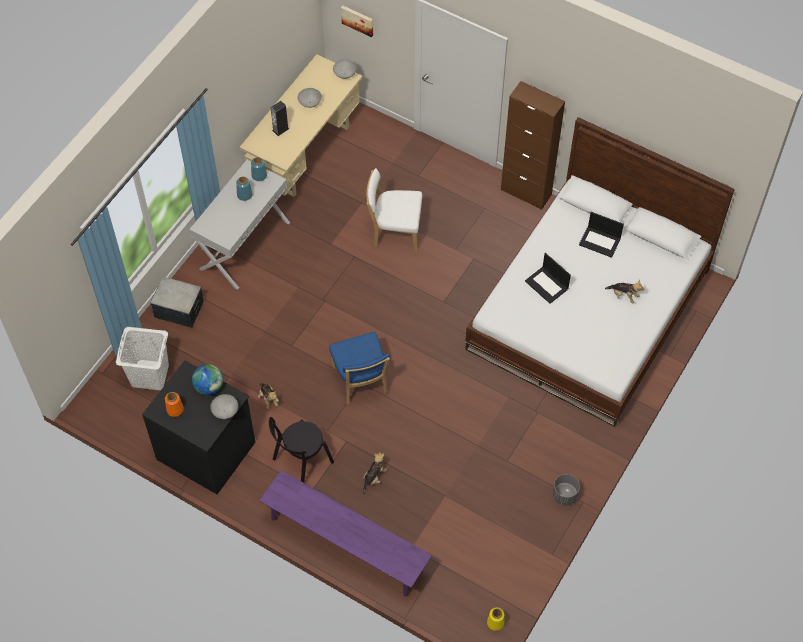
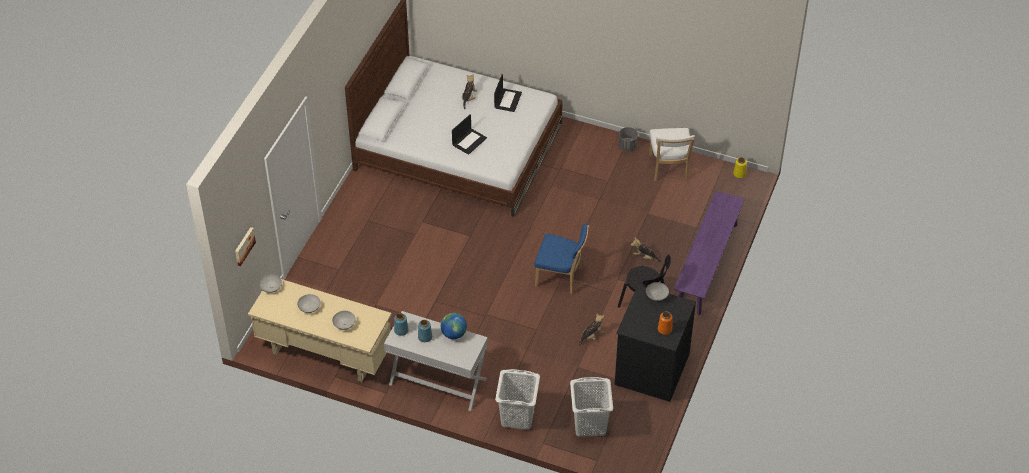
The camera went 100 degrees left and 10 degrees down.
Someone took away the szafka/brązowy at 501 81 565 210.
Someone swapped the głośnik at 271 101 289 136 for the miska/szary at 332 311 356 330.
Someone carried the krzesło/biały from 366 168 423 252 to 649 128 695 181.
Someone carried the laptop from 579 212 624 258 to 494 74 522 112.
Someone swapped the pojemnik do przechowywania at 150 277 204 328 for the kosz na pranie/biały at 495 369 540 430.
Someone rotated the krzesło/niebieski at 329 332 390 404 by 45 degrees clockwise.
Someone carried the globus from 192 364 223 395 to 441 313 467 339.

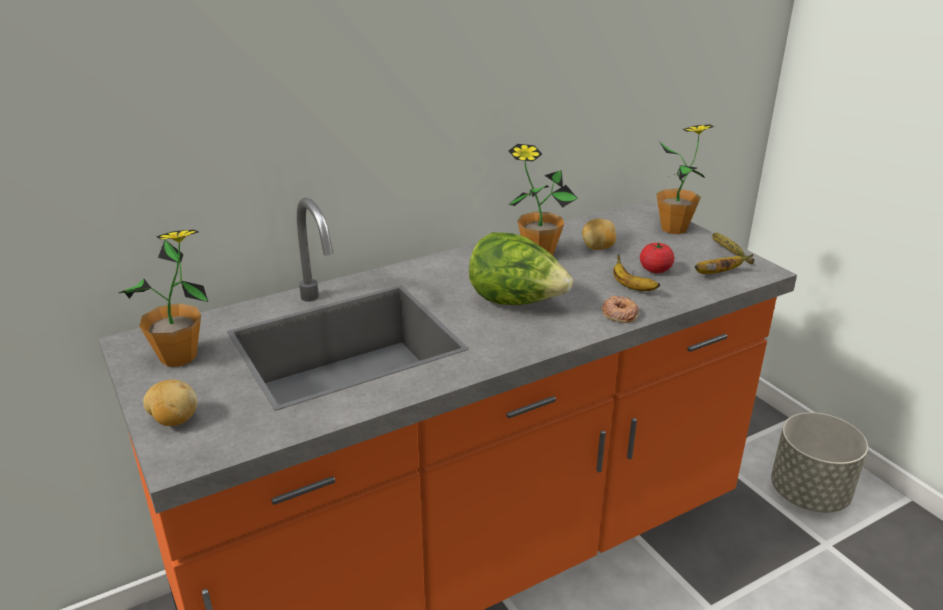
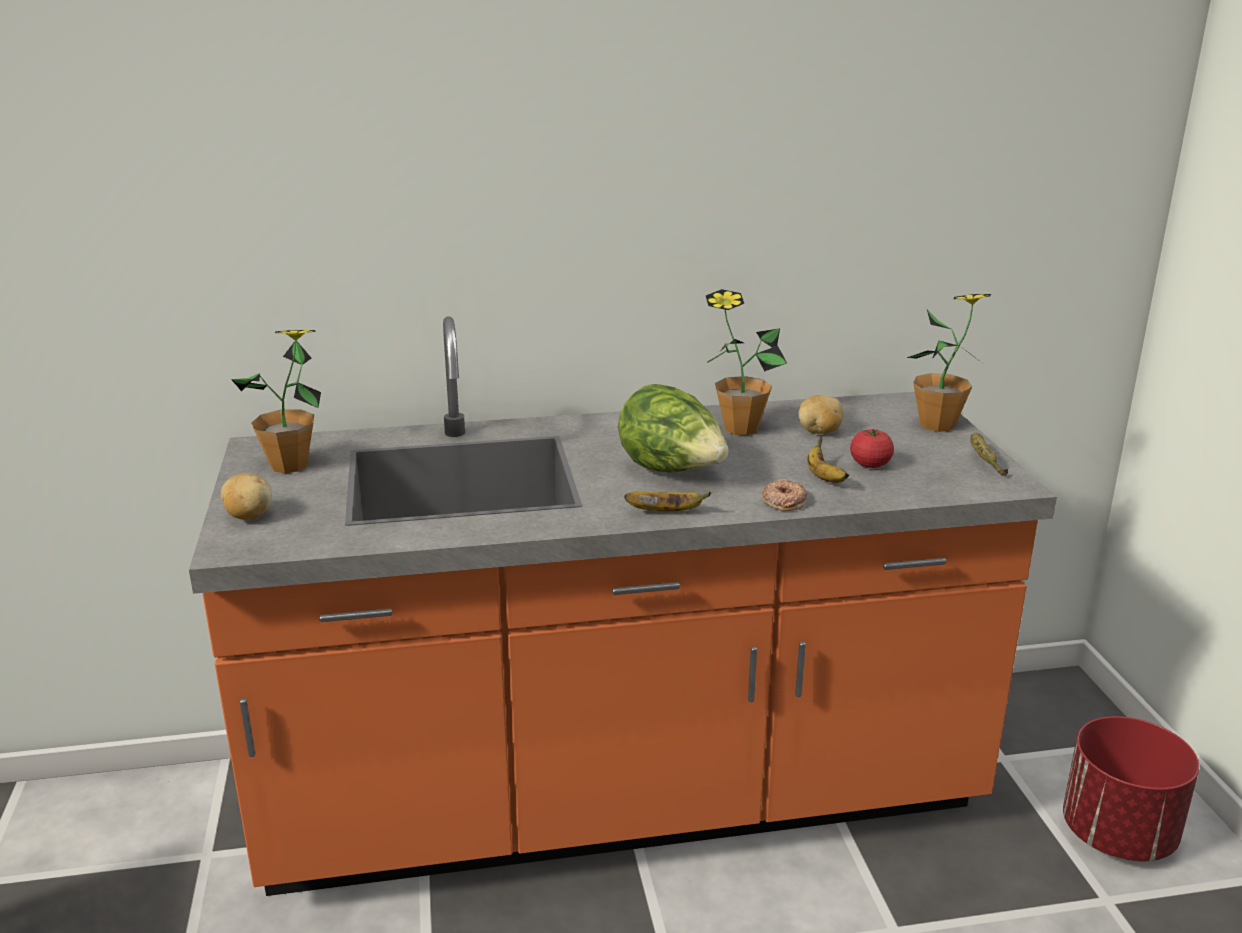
The camera went 20 degrees right and 5 degrees down.
Someone carried the banan from 695 254 753 274 to 624 491 711 511.
Someone repainted the donica/szary at 771 412 868 513, which became the donica/czerwony at 1063 716 1199 861.

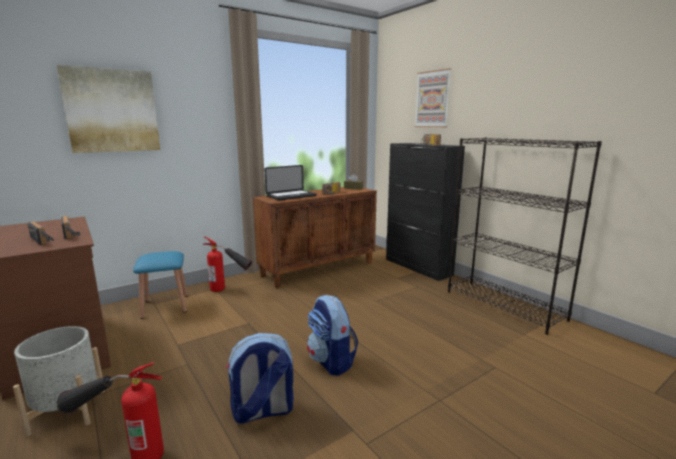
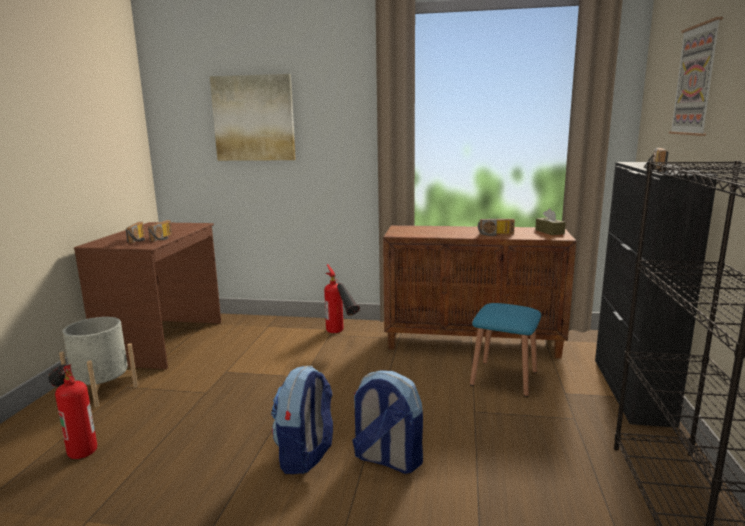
The camera went 45 degrees right and 0 degrees up.
Someone took away the laptop at 264 165 317 201.
Someone carried the stołek/niebieski from 133 251 188 319 to 470 303 541 397.
Someone carried the plecak from 226 333 294 424 to 352 370 423 474.

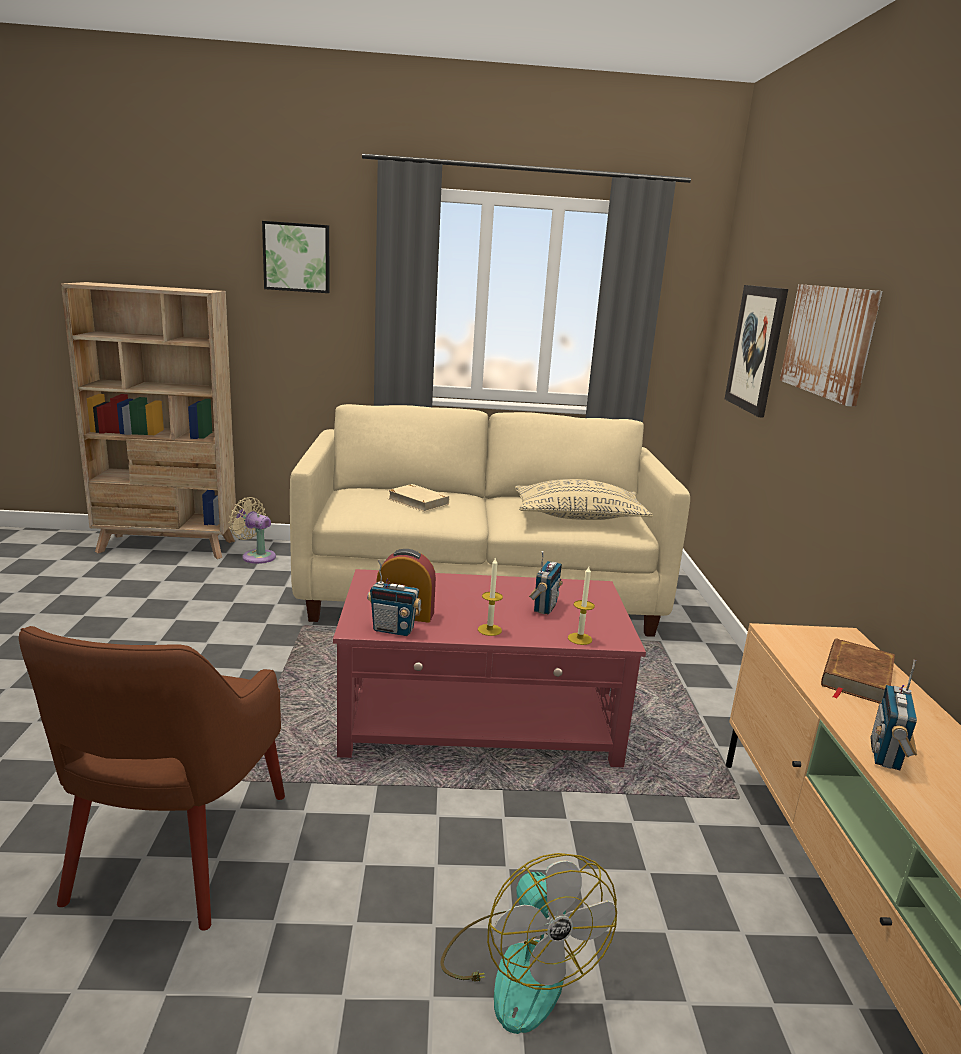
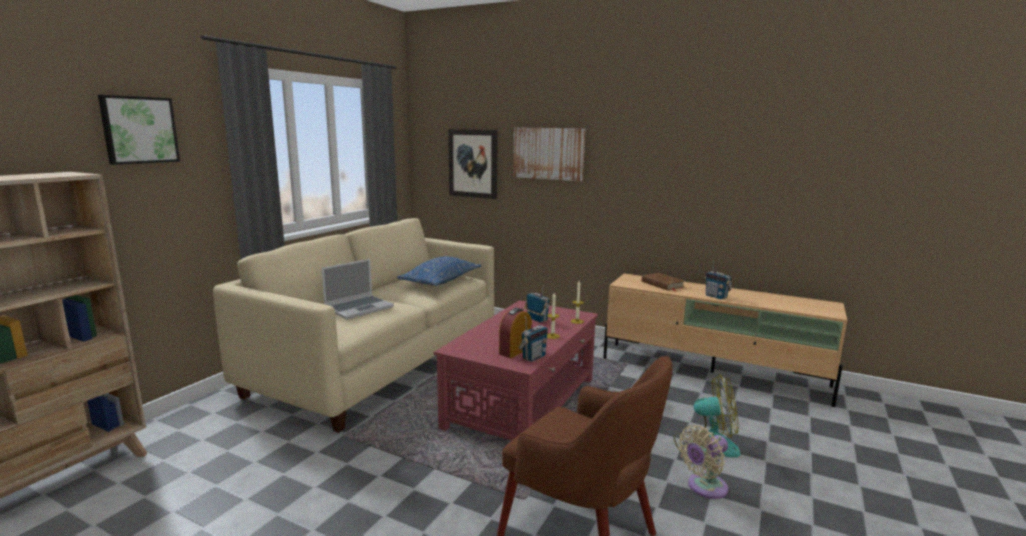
The camera went 60 degrees left and 5 degrees down.
Someone repainted the poduszka/beżowy at 515 479 653 520, which became the poduszka/niebieski at 397 257 481 286.
Someone swapped the książka/beżowy at 388 484 449 512 for the laptop at 321 259 394 320.
Someone carried the wentylator/beżowy from 229 497 276 564 to 678 425 728 499.

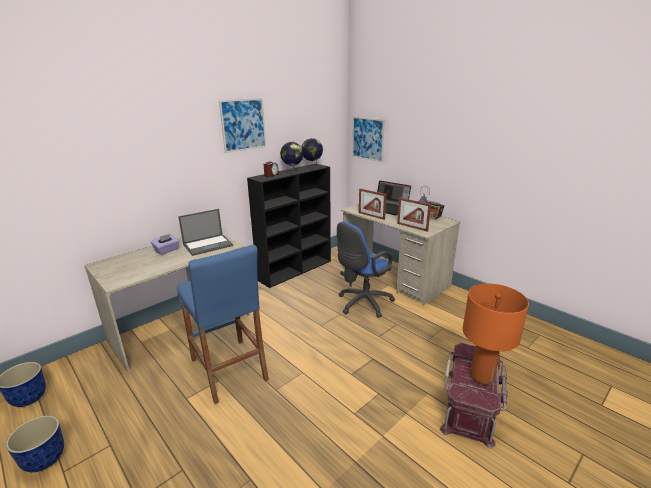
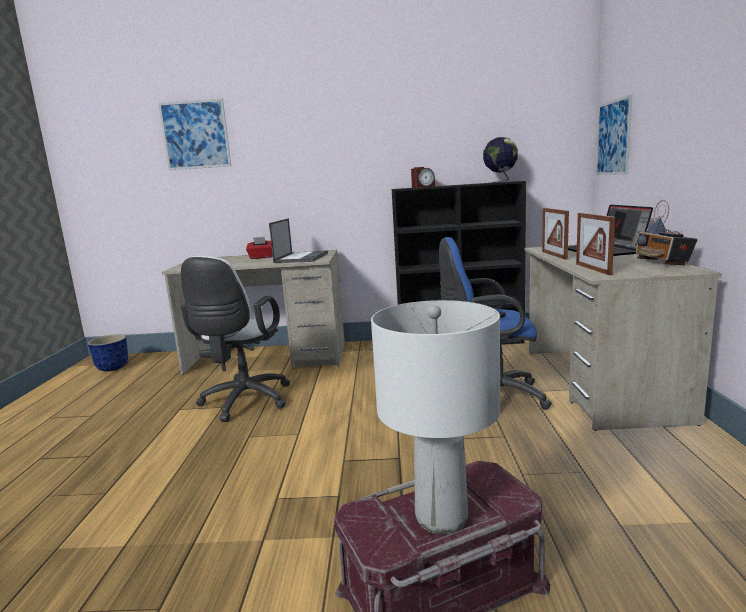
The camera went 45 degrees right and 10 degrees down.
Someone carried the obraz from 219 98 266 153 to 158 99 231 170.
Someone took away the globus at 280 142 304 174.
Someone rotated the laptop at 178 209 233 256 by 90 degrees counterclockwise.
Someone repainted the pudełko chusteczek/fioletowy at 151 234 179 255, which became the pudełko chusteczek/czerwony at 246 237 272 259.
Someone swapped the stołek/niebieski at 177 245 269 404 for the krzesło biurowe/biały at 181 256 290 422.
Someone repainted the lampa stołowa/pomarańczowy at 463 283 529 385, which became the lampa stołowa/biały at 371 300 500 534.
Someone took away the donica at 6 415 64 472.

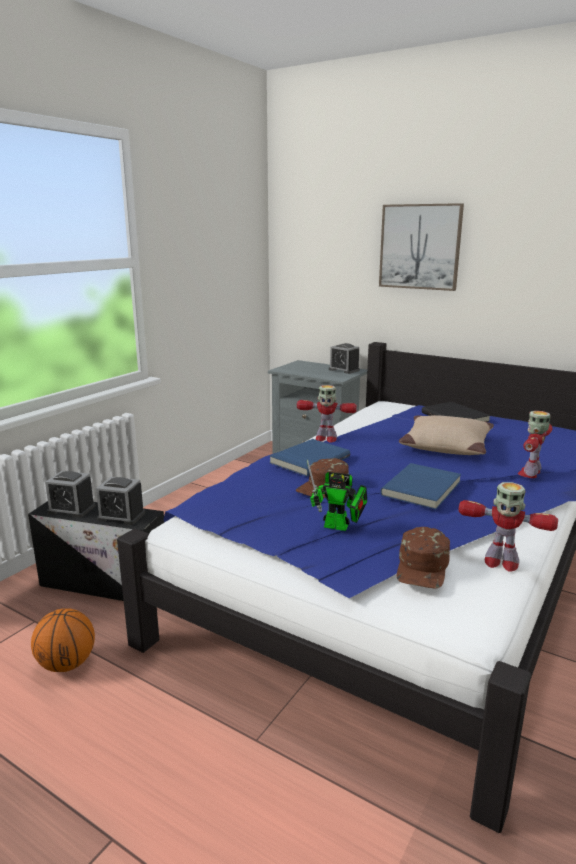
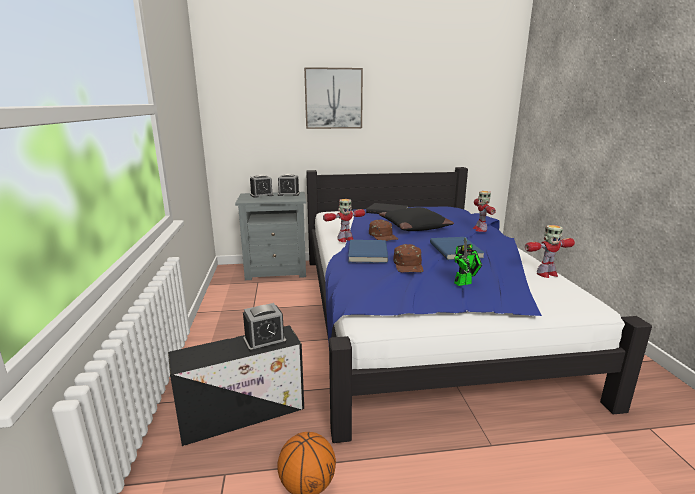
The camera went 40 degrees left and 0 degrees up.
Someone repainted the poduszka/beżowy at 399 415 494 455, which became the poduszka/czarny at 379 207 454 231.
Someone carried the budzik from 45 471 96 518 to 250 175 274 198.
Someone carried the czapka z daszkiem/brązowy from 397 527 450 589 to 369 219 398 241.

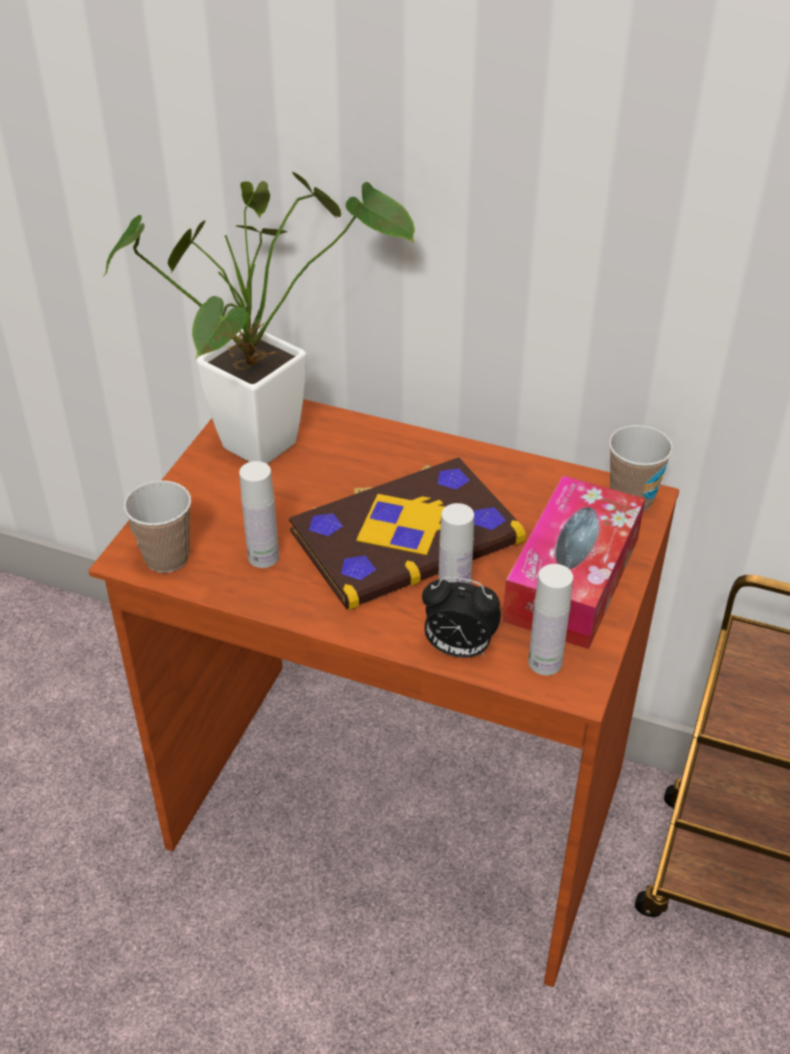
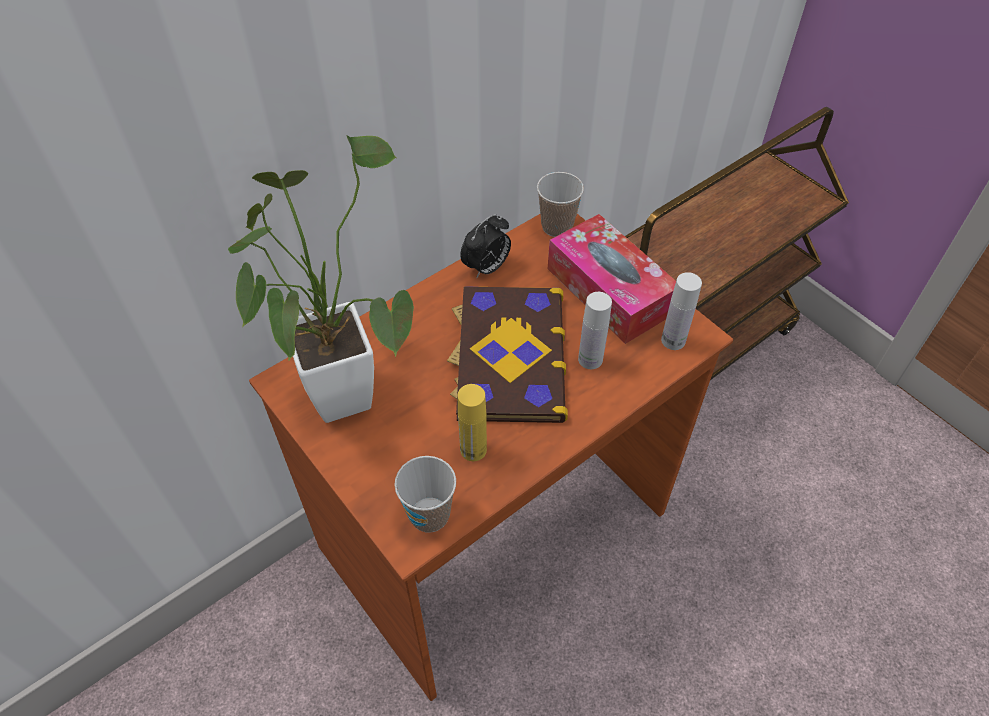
The camera went 60 degrees left and 10 degrees up.
Someone repainted the butelka/biały at 239 461 279 568, which became the butelka/żółty at 458 384 487 461.
Someone carried the budzik from 422 577 501 657 to 460 214 511 279.

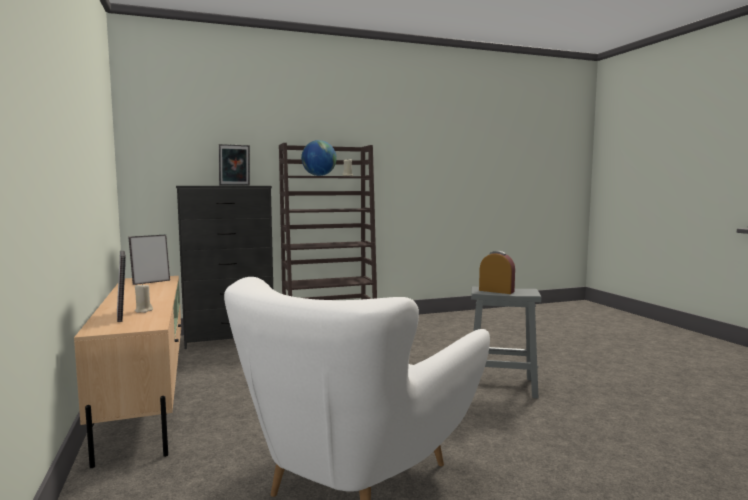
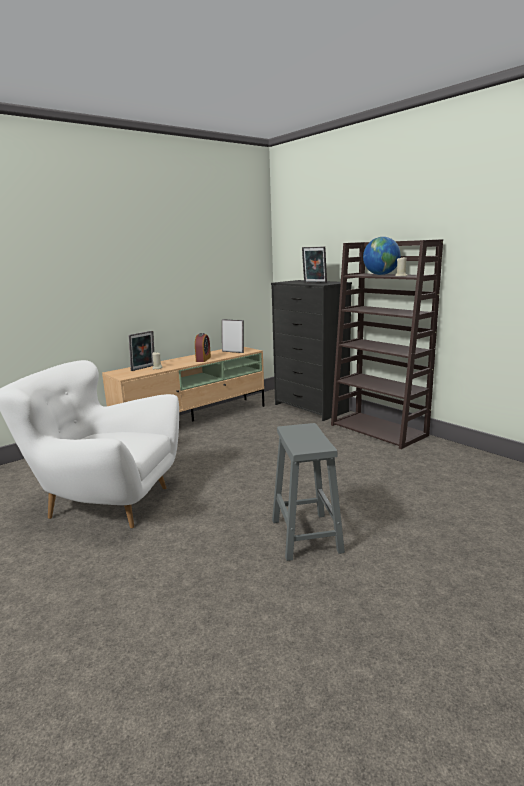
The camera went 70 degrees right and 10 degrees up.
Someone carried the budzik from 479 251 515 294 to 195 333 211 362.

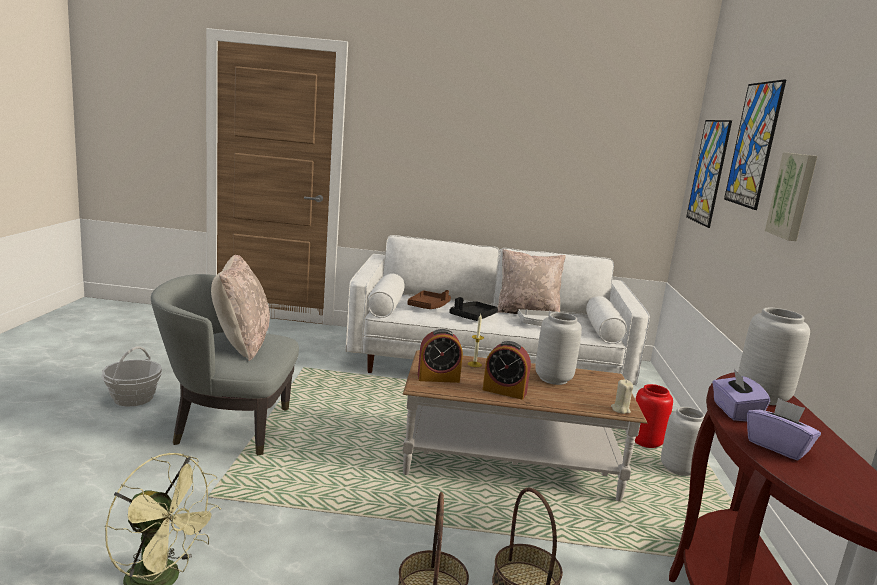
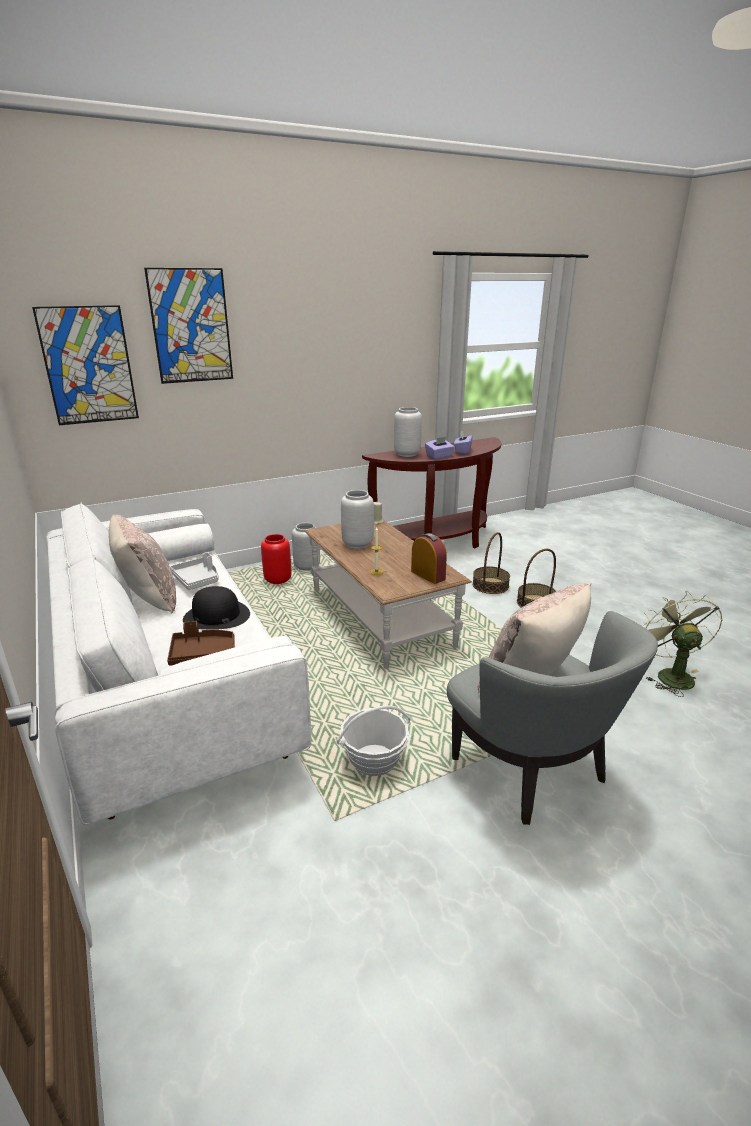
The camera went 120 degrees left and 10 degrees up.
Someone took away the obraz at 765 152 818 241.
Someone swapped the taca/czarny at 449 297 498 321 for the kapelusz/czarny at 183 586 250 630.
Someone took away the budzik at 483 341 531 400.
Someone carried the koszyk from 101 346 162 407 to 337 705 411 776.

